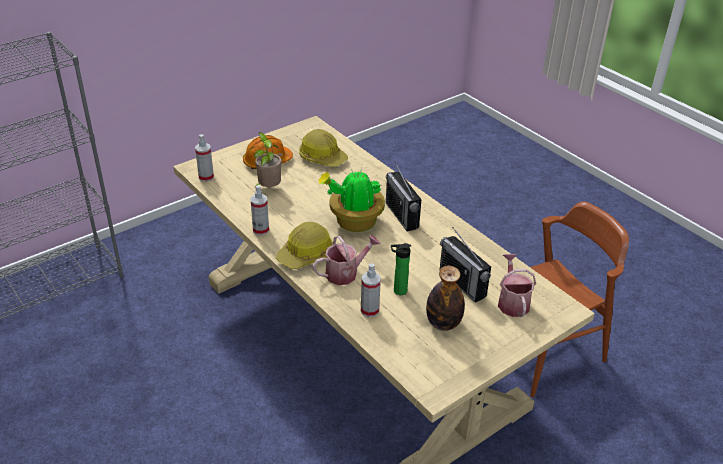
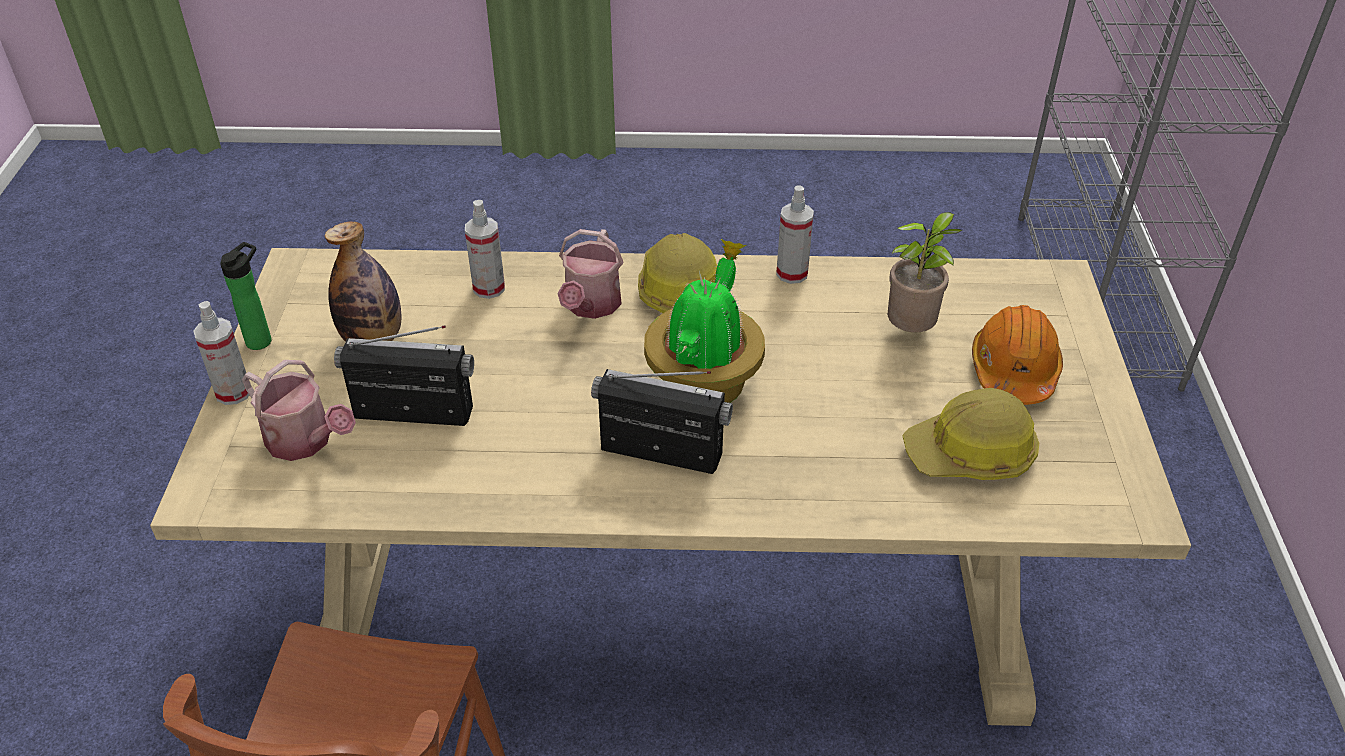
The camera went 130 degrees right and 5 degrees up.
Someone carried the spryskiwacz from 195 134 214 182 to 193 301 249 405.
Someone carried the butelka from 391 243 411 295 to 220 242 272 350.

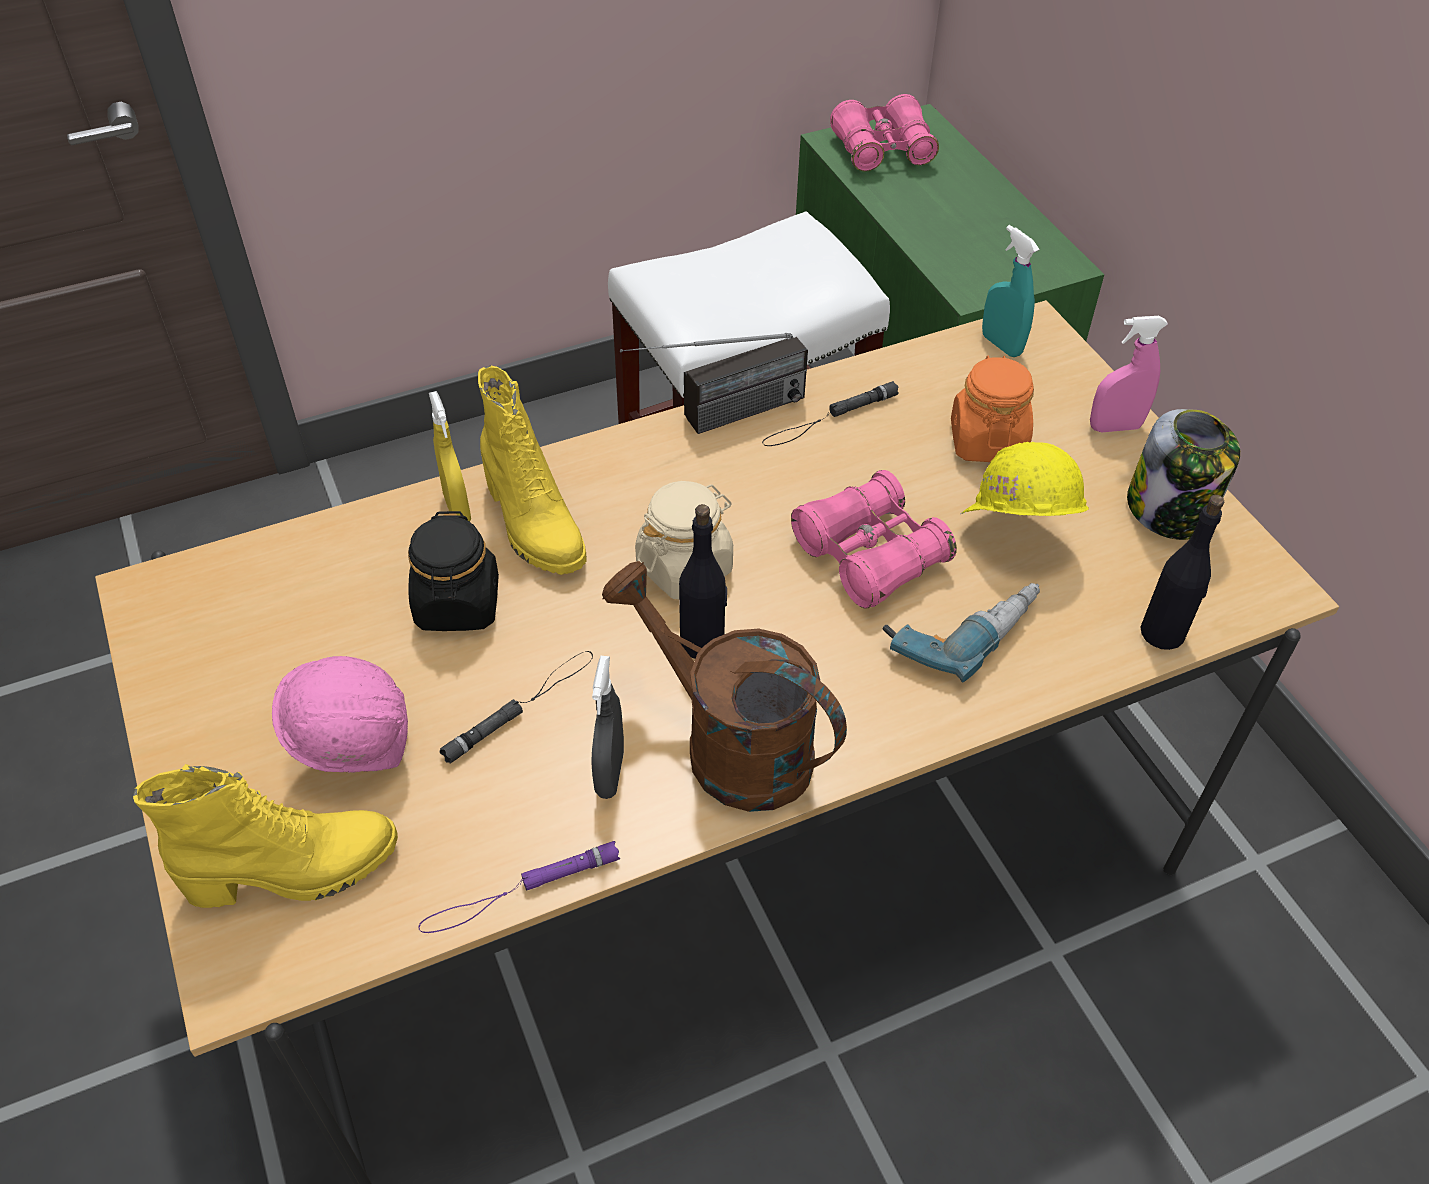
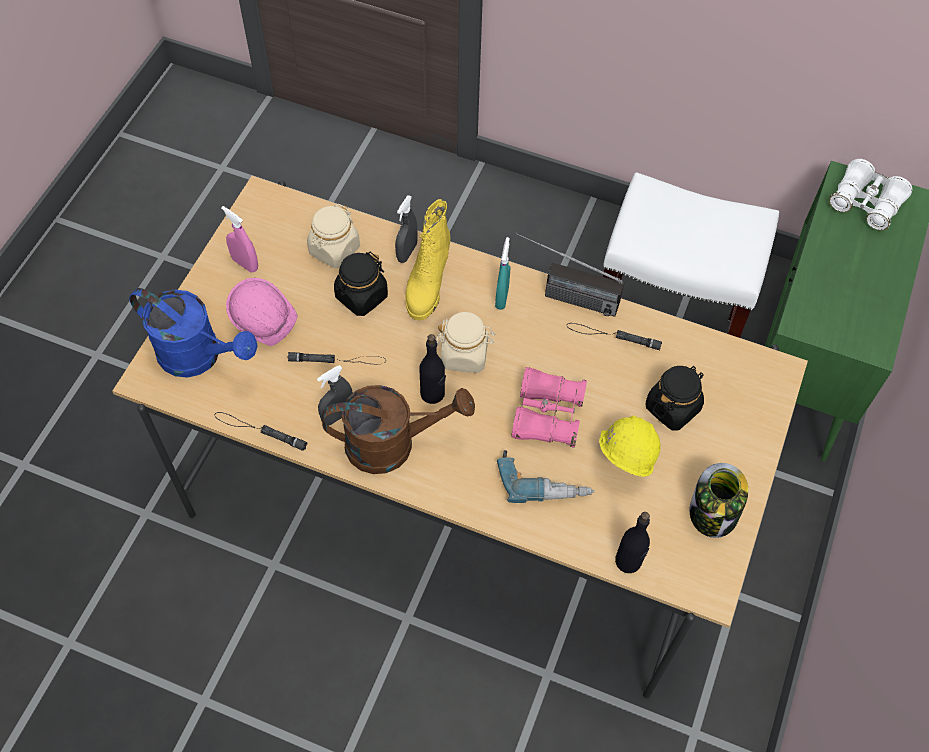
The camera went 45 degrees right and 10 degrees up.
Someone repainted the lornetka/różowy at 830 94 939 172, which became the lornetka/biały at 829 159 912 231.
Someone carried the spryskiwacz/turkusowy from 982 225 1039 357 to 495 237 510 310.
Someone carried the spryskiwacz/różowy from 1090 316 1168 432 to 221 206 258 272.
Someone repainted the słoik/pomarańczowy at 951 356 1034 462, which became the słoik/czarny at 646 366 704 431.
Someone repainted the spryskiwacz/żółty at 429 391 471 522, which became the spryskiwacz/szary at 395 195 418 263.
Someone rotated the konewka/brązowy at 602 561 847 812 by 90 degrees clockwise.
Someone swapped the but z cholewką/żółty at 133 764 398 908 for the konewka/niebieski at 129 288 258 378.
Someone repainted the latarka/fioletowy at 418 841 620 933, which became the latarka/czarny at 215 412 308 451.
Someone put down the słoik/beżowy at 307 204 360 268.

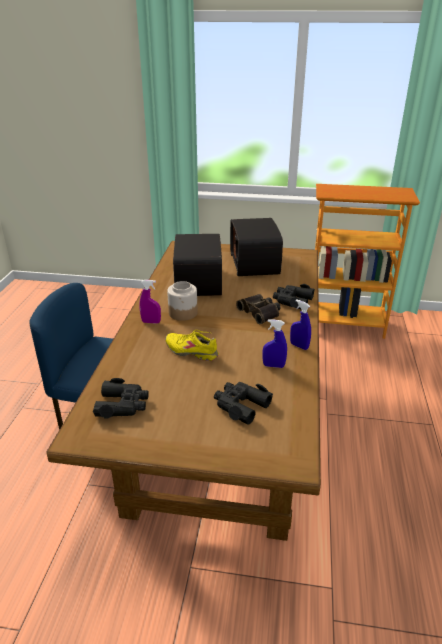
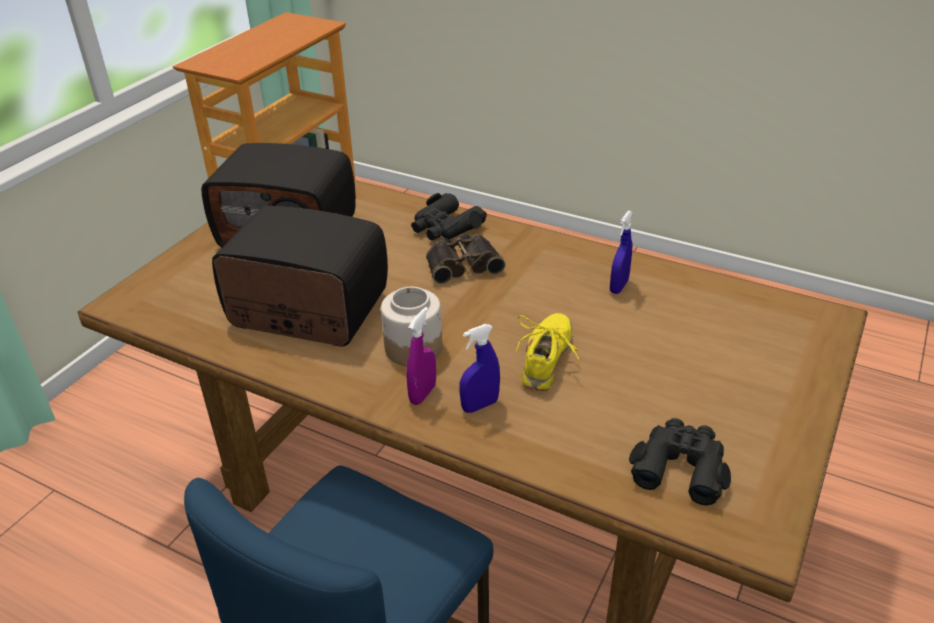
The camera went 70 degrees left and 5 degrees up.
Someone carried the spryskiwacz/niebieski from 290 299 311 350 to 459 324 500 413.
Someone rotated the but/żółty at 165 330 219 361 by 150 degrees clockwise.
Someone took away the lornetka/czarny at 214 382 273 425.

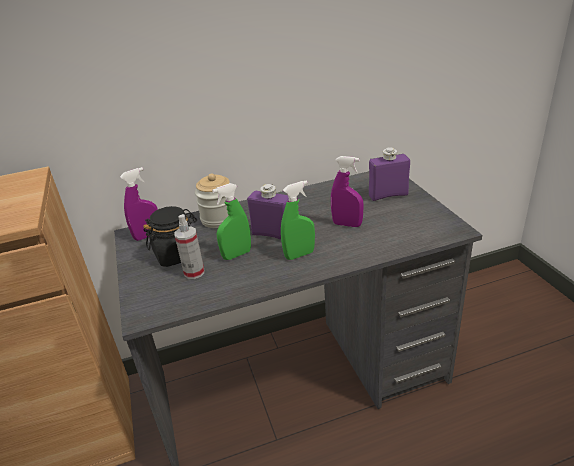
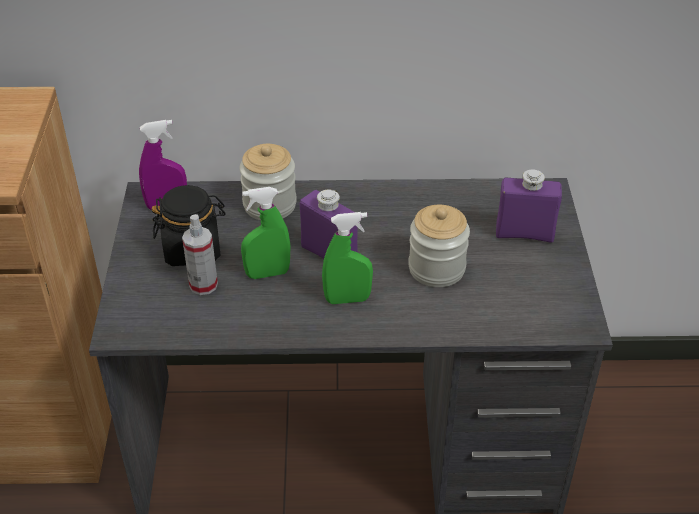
The camera went 15 degrees right and 10 degrees up.
Someone swapped the spryskiwacz/fioletowy at 331 156 364 227 for the słoik at 408 205 470 287.

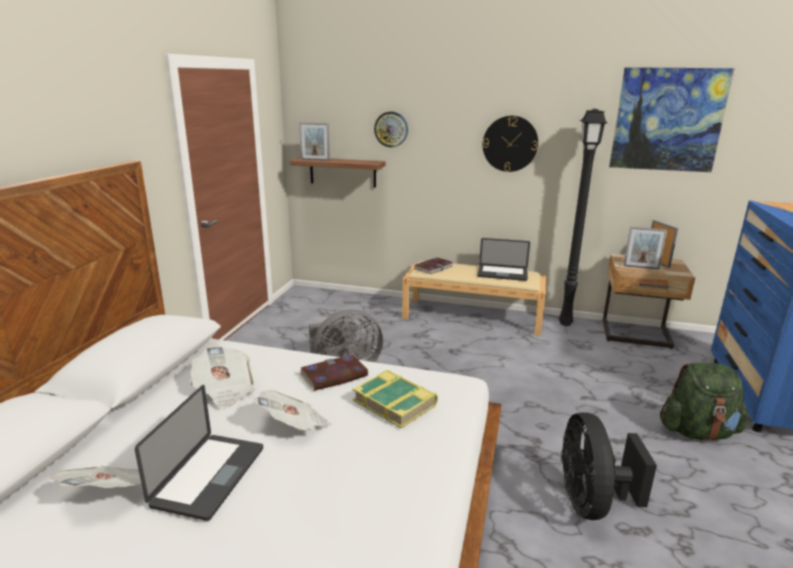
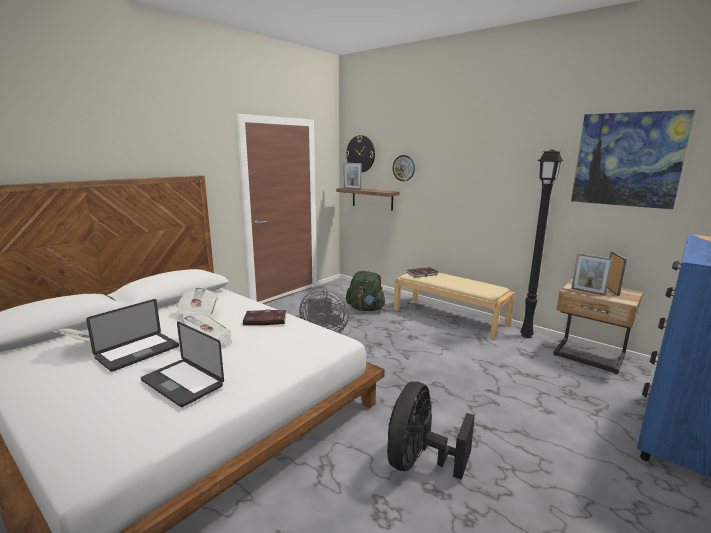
The camera went 25 degrees right and 5 degrees down.
Someone carried the zegar ścienny from 483 116 538 172 to 346 135 375 172.
Someone carried the laptop from 477 238 530 281 to 141 321 224 407.
Someone carried the plecak/zielony from 660 363 748 441 to 346 271 385 311.
Someone took away the książka at 353 370 438 428.

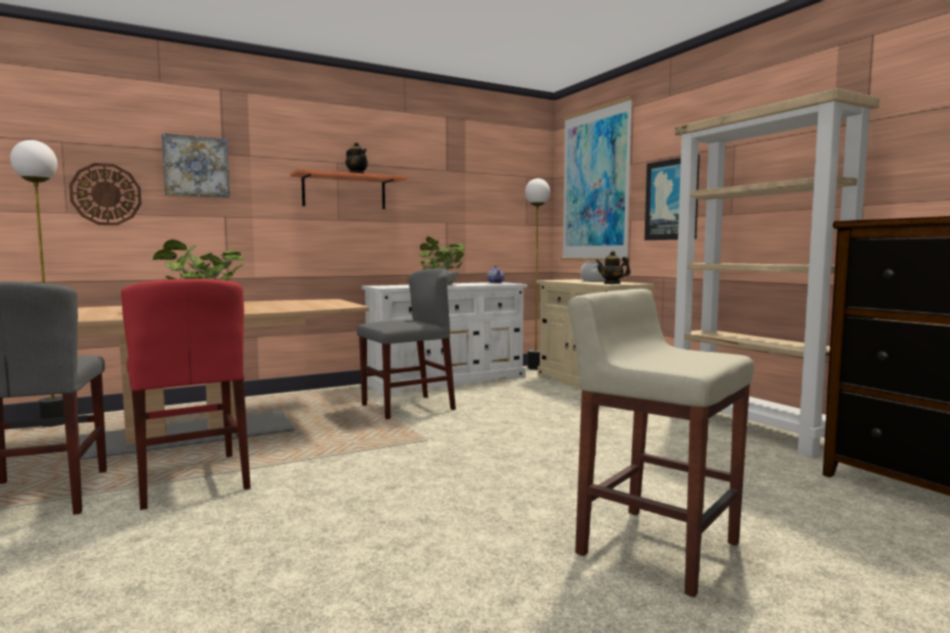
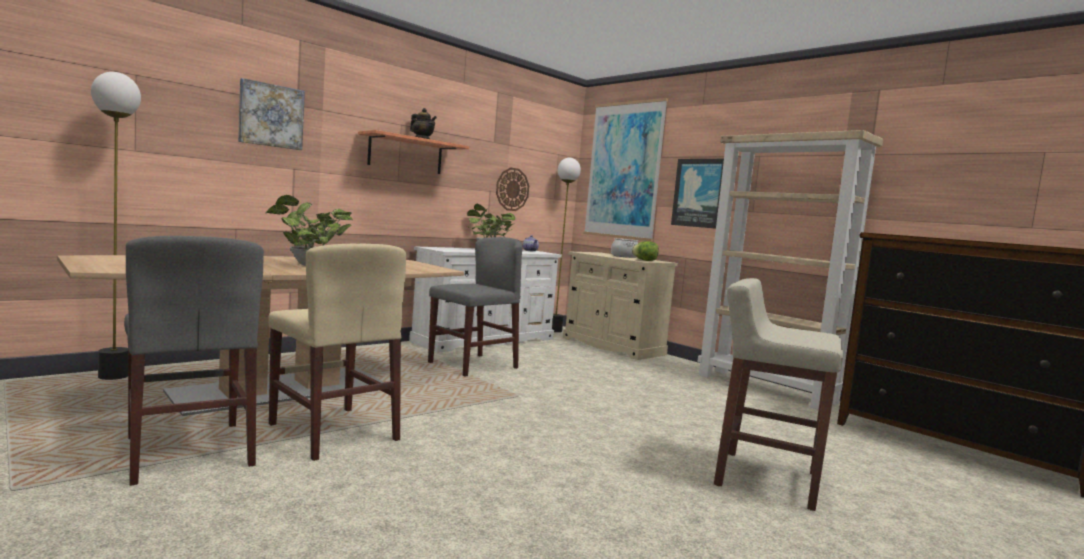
The camera went 15 degrees left and 0 degrees up.
Someone carried the zegar ścienny from 69 163 142 225 to 496 168 529 211.
Someone swapped the imbryk at 596 251 631 284 for the sałata at 632 241 659 261.
Someone repainted the krzesło/czerwony at 121 279 251 510, which became the krzesło/beżowy at 268 244 406 461.

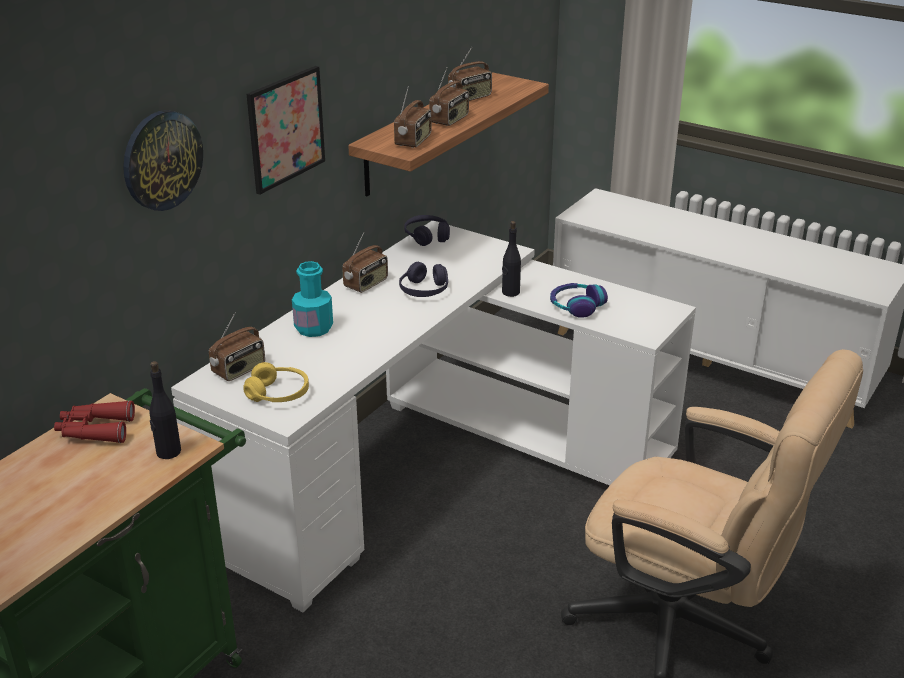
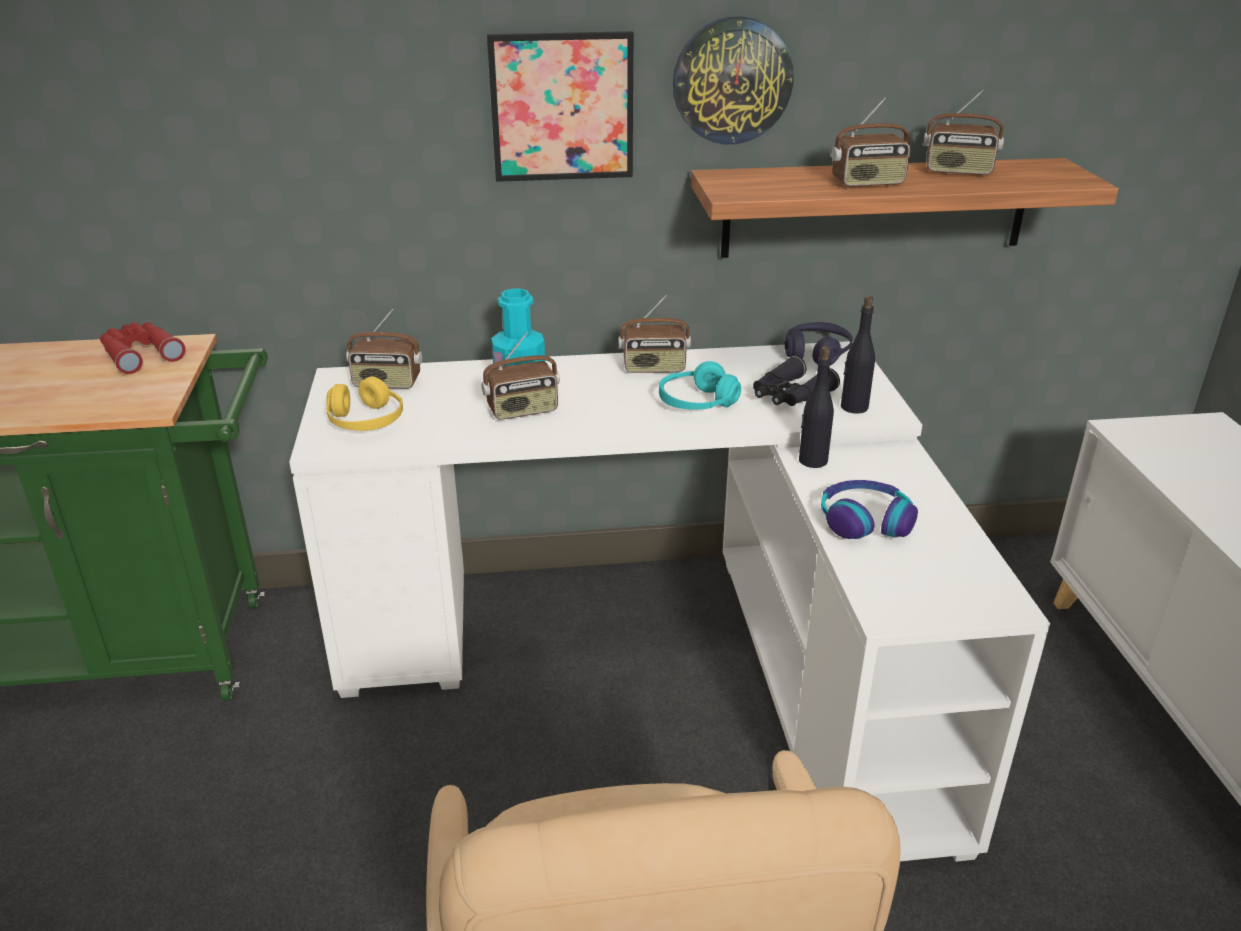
The camera went 50 degrees right and 0 degrees up.
Someone carried the radio from 394 86 431 148 to 482 332 560 420.
Someone carried the zegar ścienny from 123 110 203 211 to 673 16 794 145.
Someone repainted the słuchawki/fioletowy at 399 262 448 297, which became the słuchawki/turkusowy at 659 361 741 410.
Someone carried the butelka/czarny from 149 361 181 459 to 841 296 875 414.
Someone put down the lornetka/czarny at 753 356 840 406.

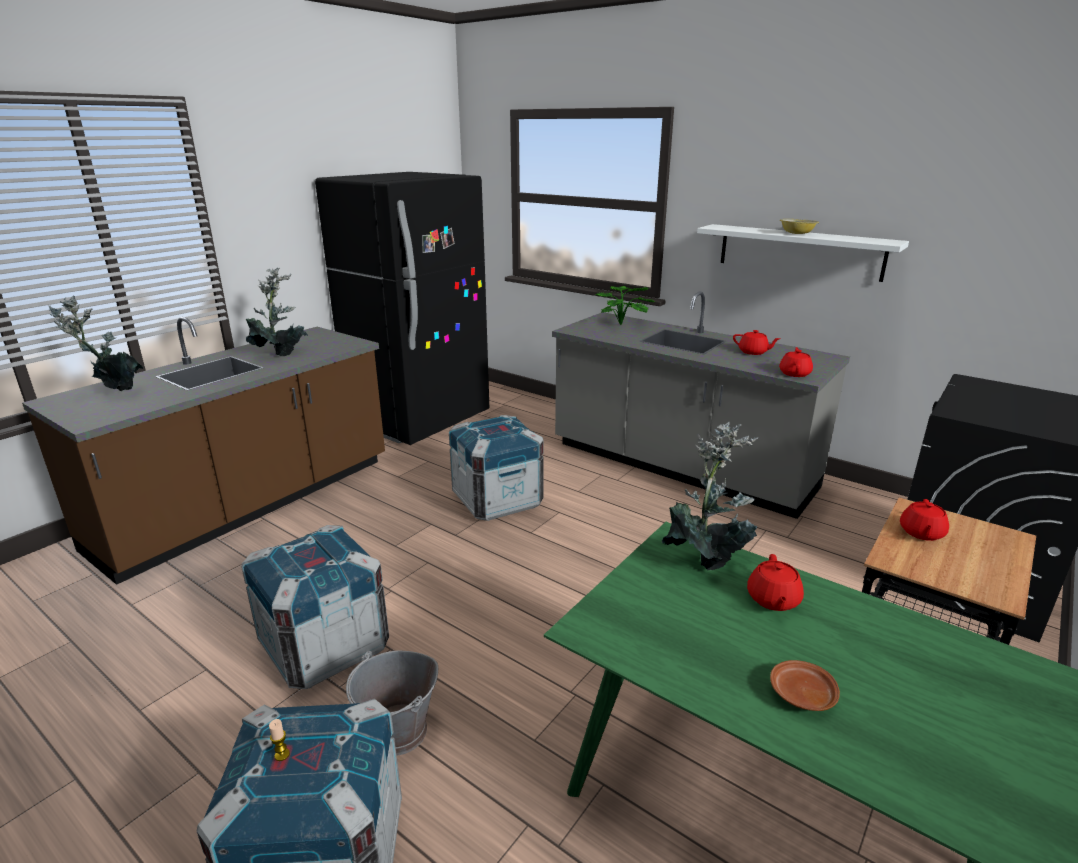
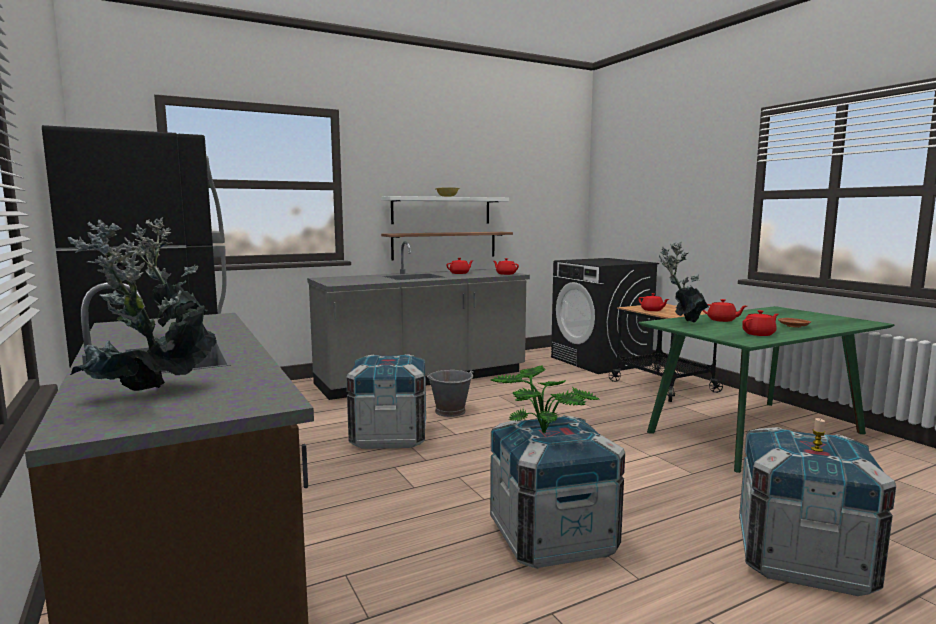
The camera went 65 degrees left and 15 degrees down.
Someone carried the roślina doniczkowa from 595 286 655 325 to 490 365 600 434.
Someone carried the wiadro/szary from 346 651 438 756 to 427 369 474 417.
Someone put up the półka at 381 232 513 260.
Someone put down the imbryk/czerwony at 742 310 778 336.

